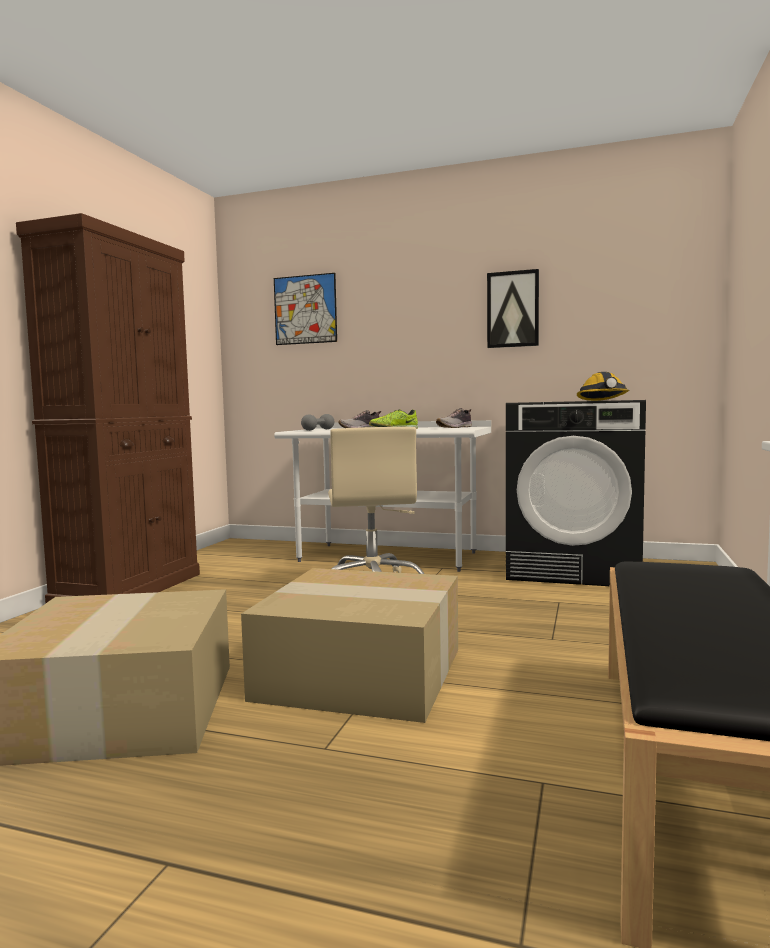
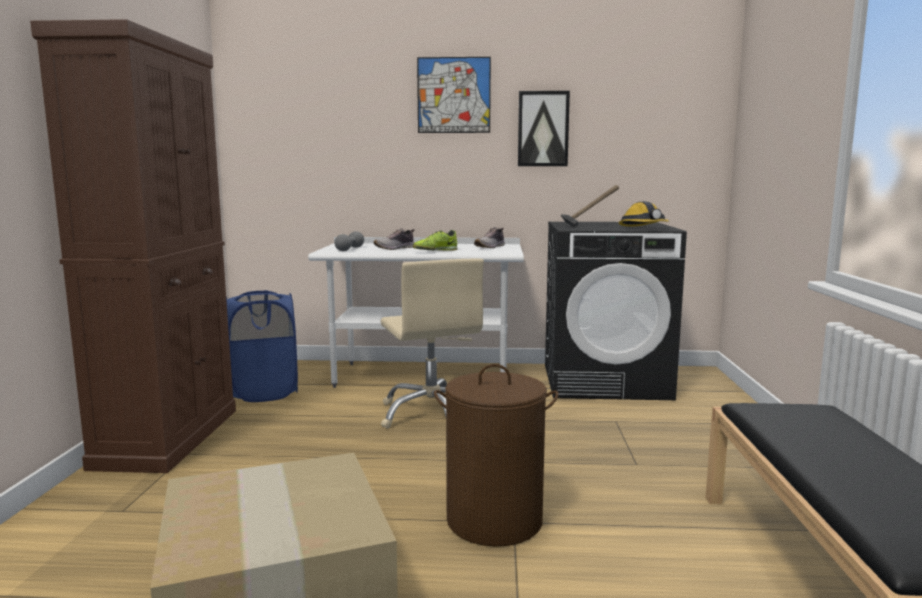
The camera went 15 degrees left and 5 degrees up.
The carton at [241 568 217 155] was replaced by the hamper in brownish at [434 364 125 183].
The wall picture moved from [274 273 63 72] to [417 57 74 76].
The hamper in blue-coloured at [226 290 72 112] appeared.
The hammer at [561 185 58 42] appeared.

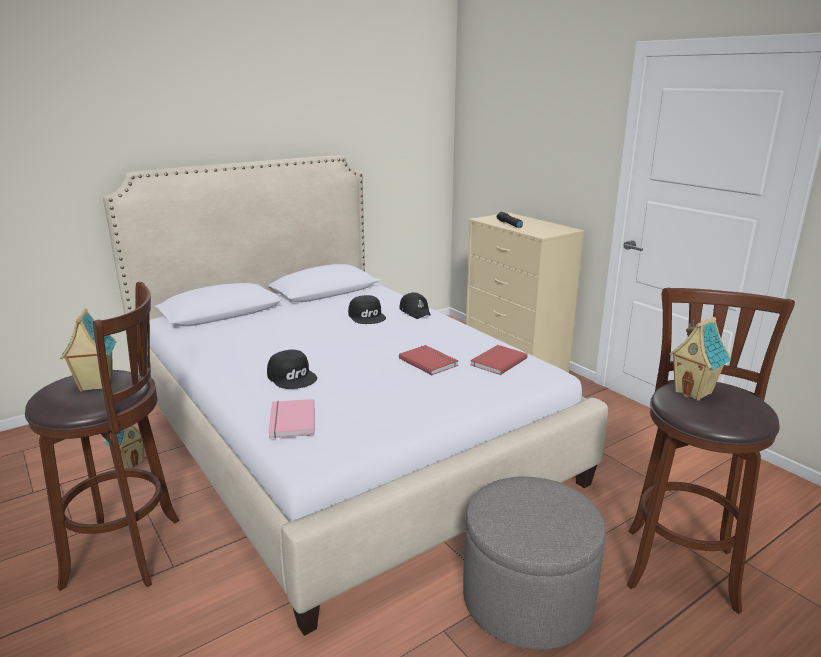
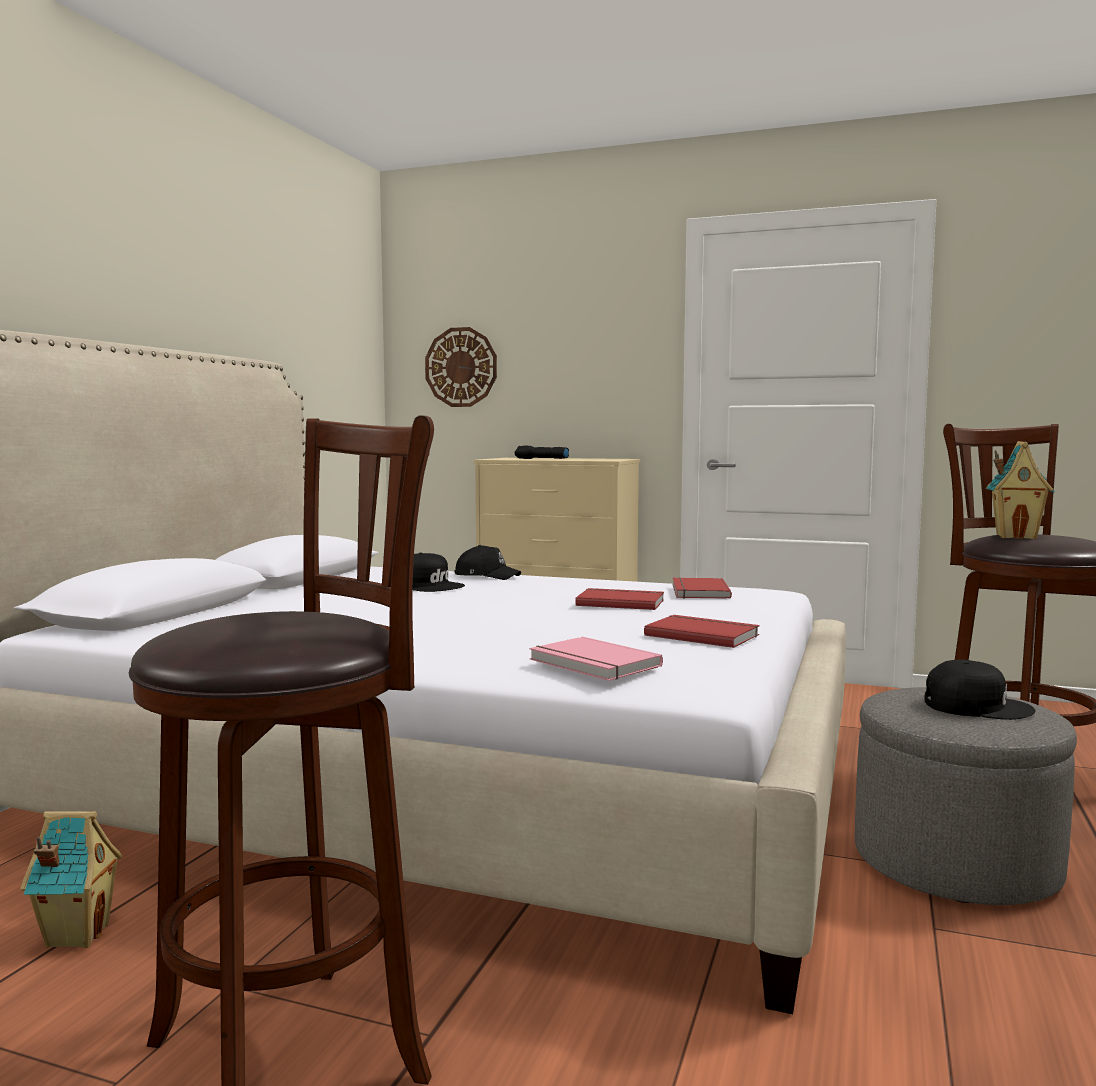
The camera went 35 degrees left and 15 degrees down.
The toy house at [60 309 56 83] disappeared.
The baseball cap in blackish moved from [267 350 50 39] to [924 660 112 60].
The wall clock at [425 327 72 80] appeared.
The volume in red-coloured at [644 615 116 33] appeared.

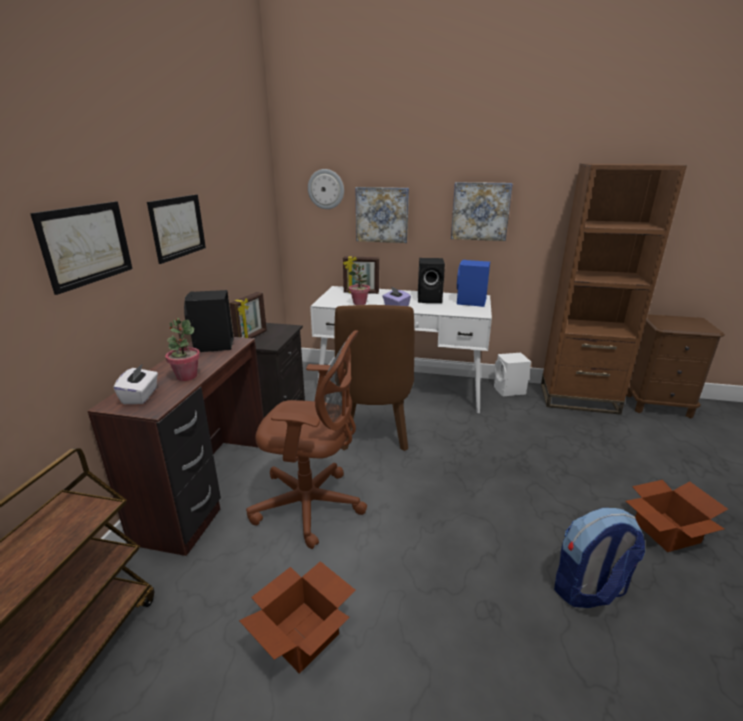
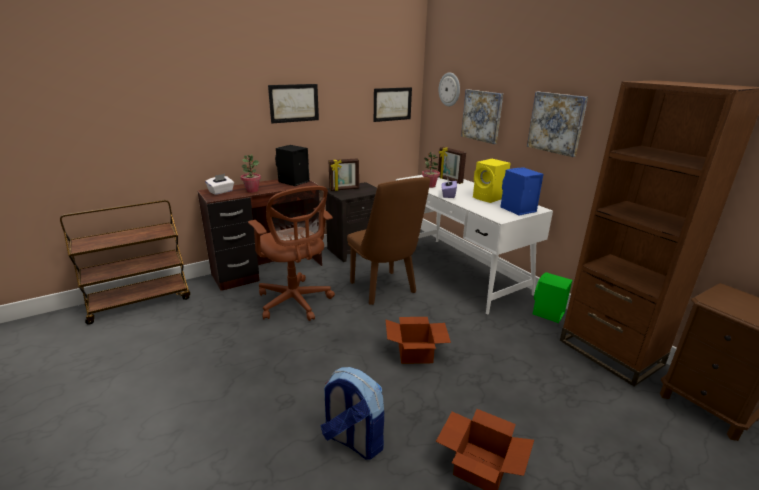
The camera went 45 degrees right and 0 degrees up.
The wall picture moved from [30 201 103 94] to [374 87 38 35].
The carton moved from [239 561 117 112] to [385 317 66 47].
The plain chair in brownish at [335 305 79 146] turned 75 degrees counterclockwise.
The audio speaker in blackish at [418 258 27 45] became the audio speaker in yellow-coloured at [473 159 37 44].
The audio speaker in white-coloured at [494 353 37 43] became the audio speaker in greenish at [533 272 39 51].

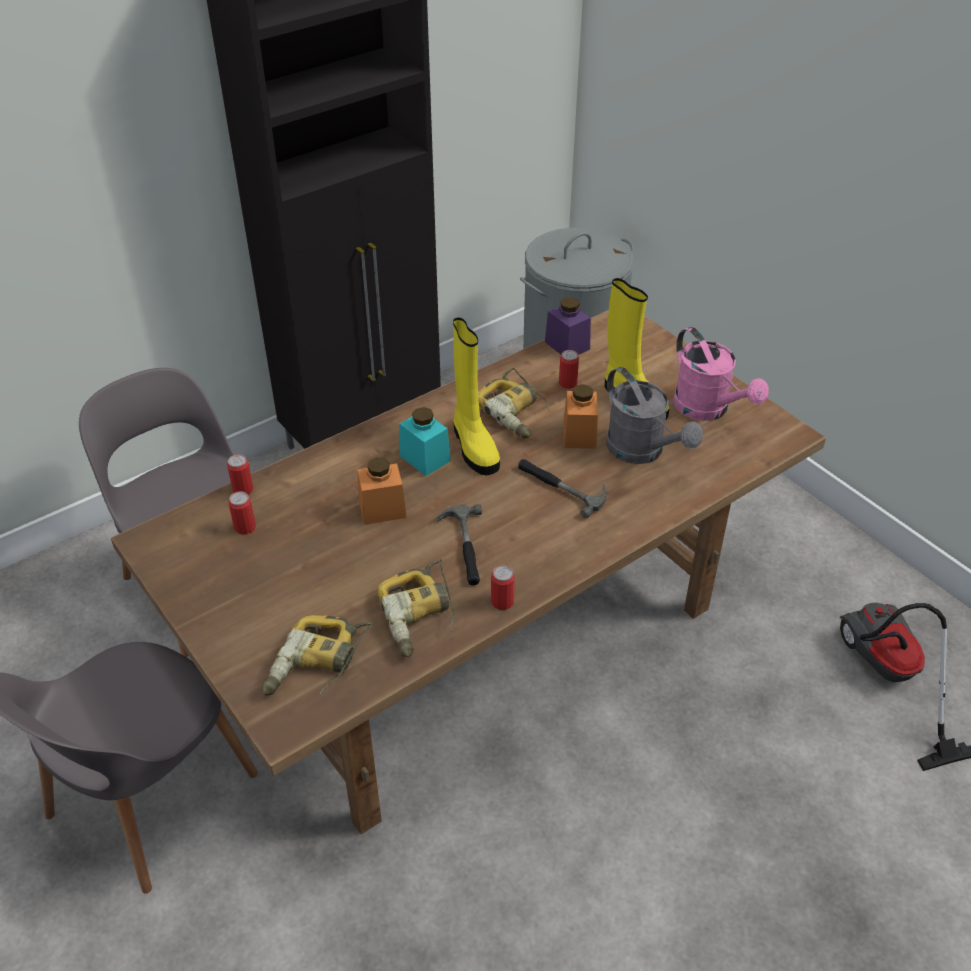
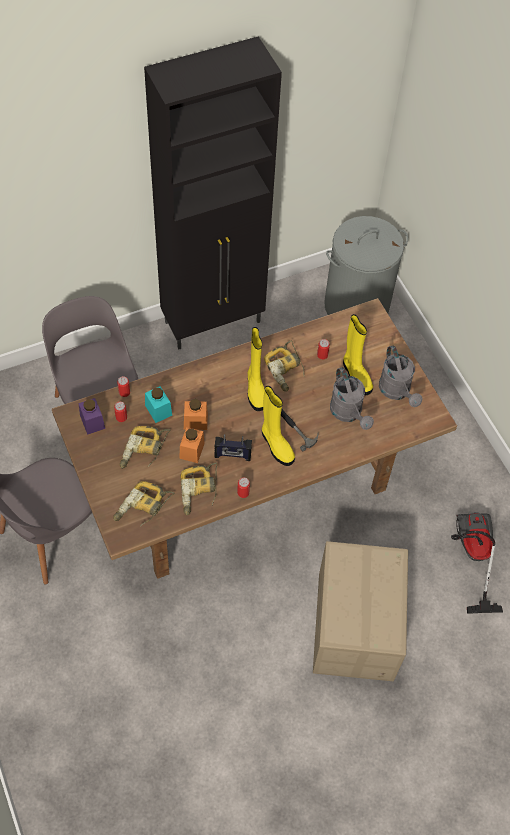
The camera went 10 degrees right and 15 degrees up.
The preserve jar in blue-green moved from [399 407 52 69] to [145 386 27 37].
The hammer at [437 504 45 82] was replaced by the radio set at [214 435 38 26].
The preserve jar in purple moved from [545 297 46 58] to [78 398 27 37].
The preserve jar in orangey moved from [564 384 34 65] to [179 427 26 36].
The watering pot in pink at [673 327 96 94] became the watering pot in greyish at [379 345 44 62].
The electric drill at [120 426 50 42] appeared.
The tall boot in yellow-coloured at [262 386 33 80] appeared.
The carton at [313 541 95 140] appeared.

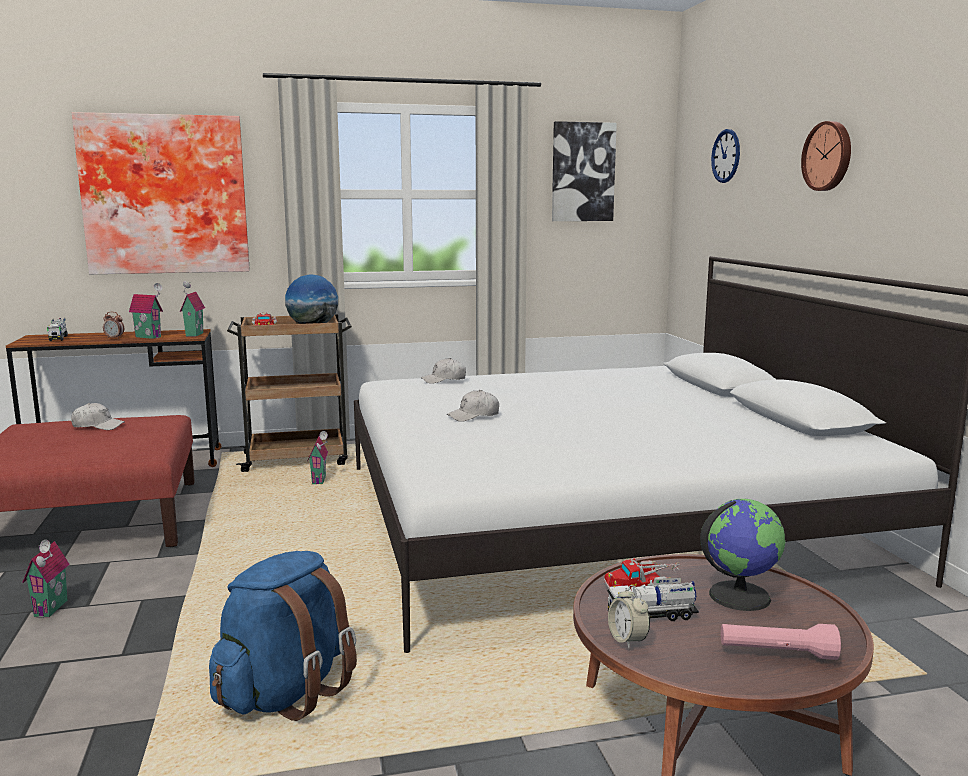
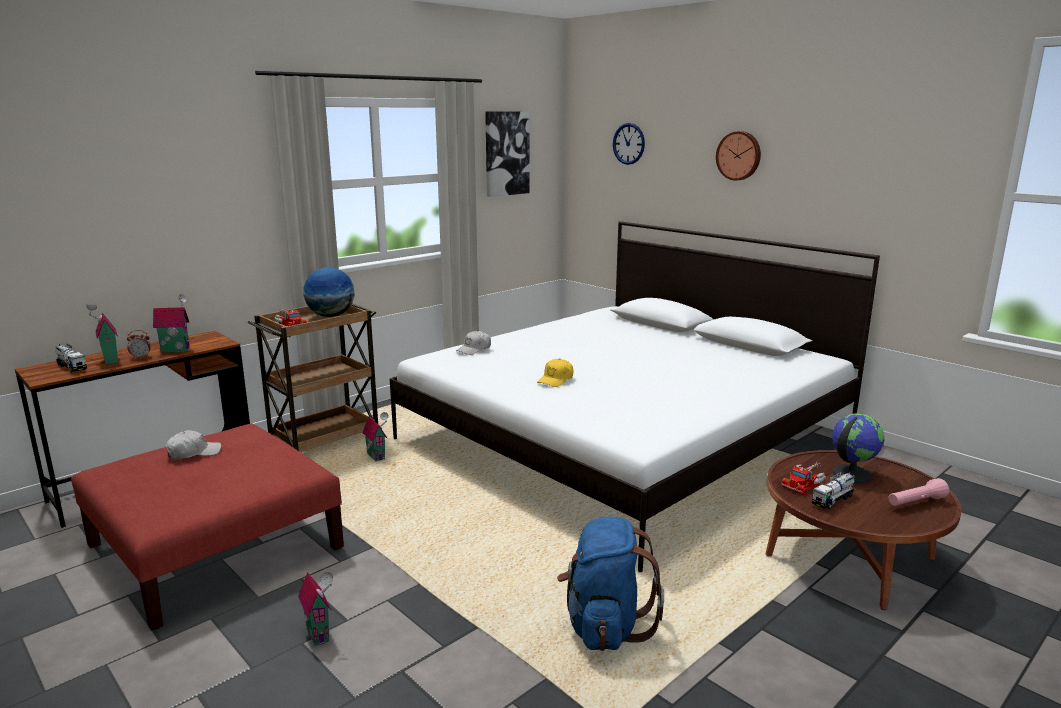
The camera went 30 degrees left and 5 degrees up.
The wall picture at [72 112 178 162] disappeared.
The toy house moved from [180 281 25 56] to [86 303 32 62].
The baseball cap in white-coloured at [447 390 52 32] became the baseball cap in yellow-coloured at [537 358 36 29].
The bedside clock at [608 585 42 63] disappeared.

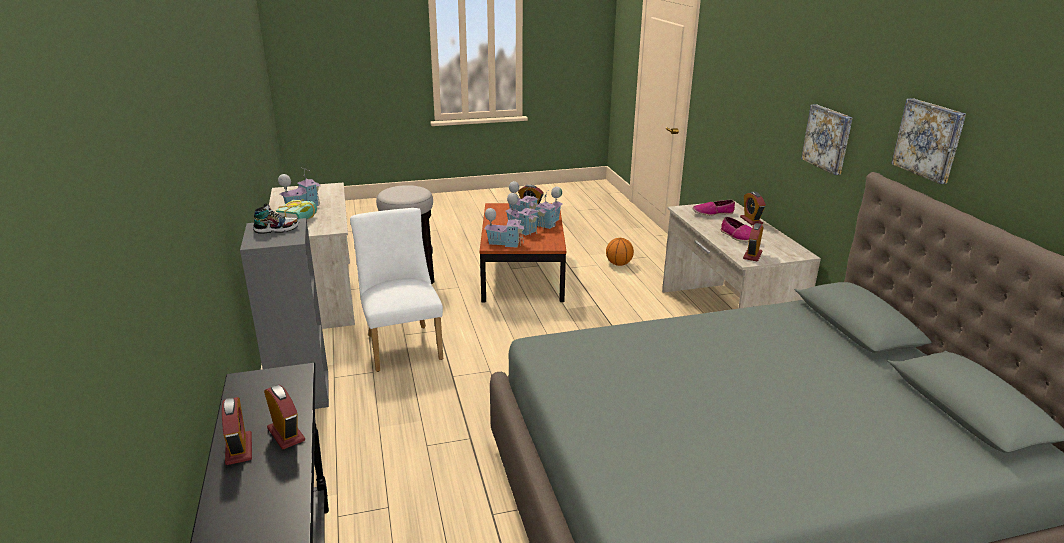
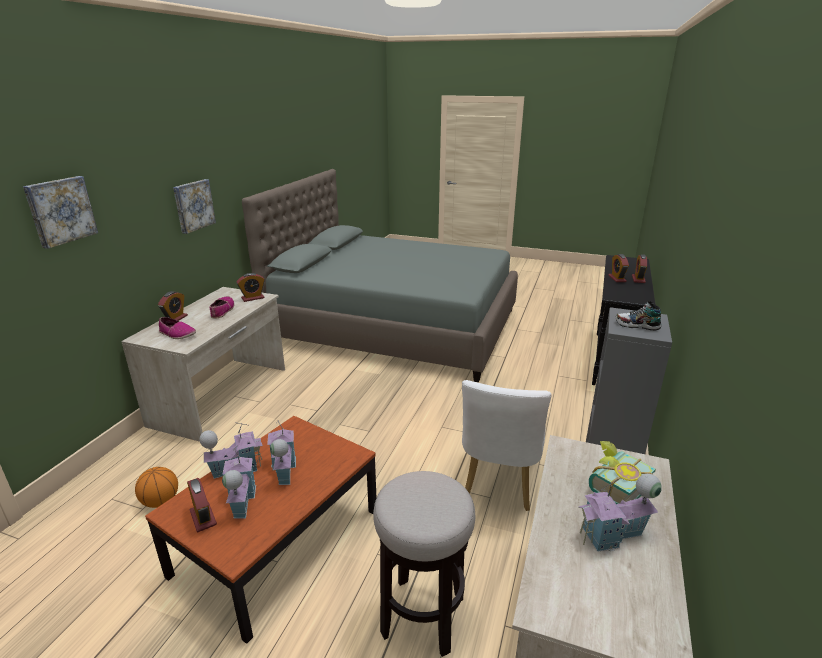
The camera went 145 degrees left and 0 degrees up.
The toy house at [484 208 40 39] disappeared.
The wall picture moved from [891 98 75 86] to [23 176 75 73].

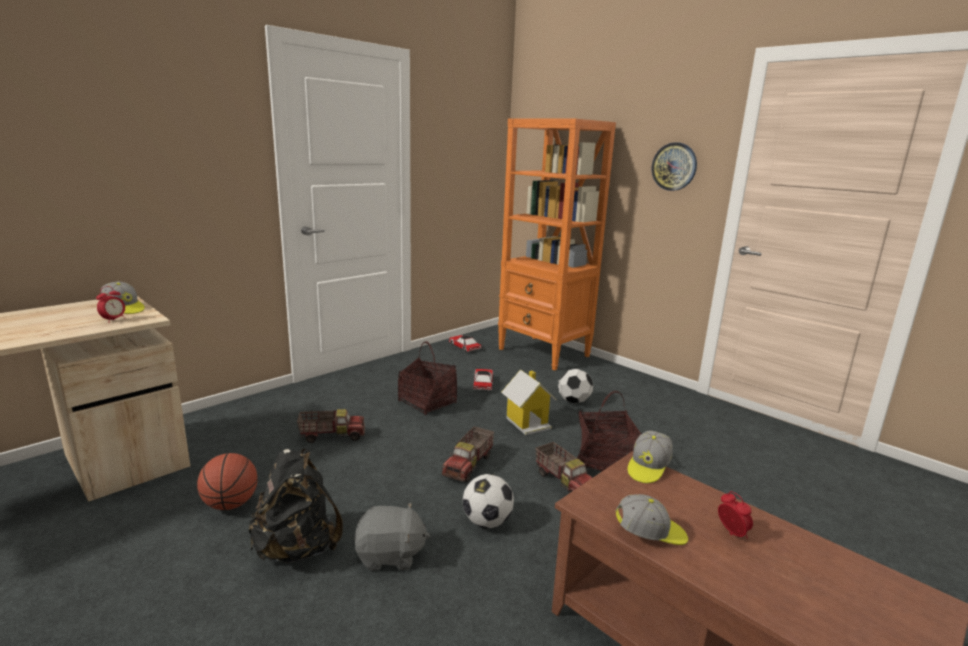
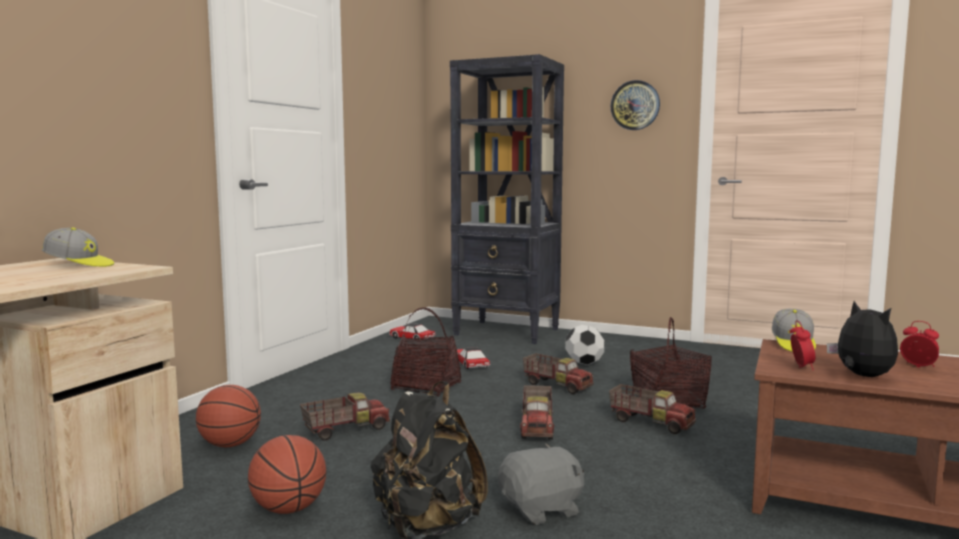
The camera went 20 degrees left and 10 degrees down.
The bedside clock moved from [96 286 29 37] to [790 320 25 50].
The football ball at [463 474 51 54] disappeared.
The shelving unit in orangey at [498 118 118 253] became the shelving unit in blackish at [450 54 114 290].
The toy house at [501 369 56 66] was replaced by the toy truck at [523 353 70 41].
The baseball cap at [616 494 72 51] was replaced by the plush toy at [827 301 71 76].
The basketball ball at [196 385 65 62] appeared.

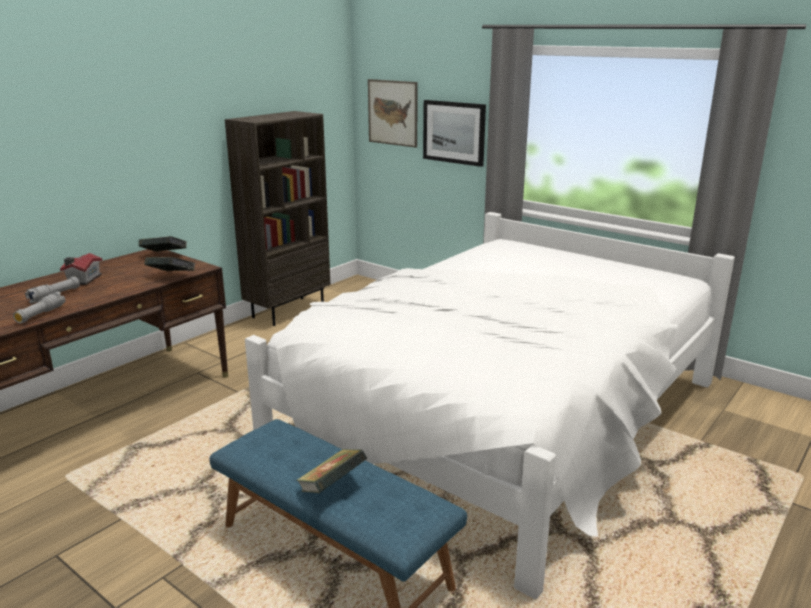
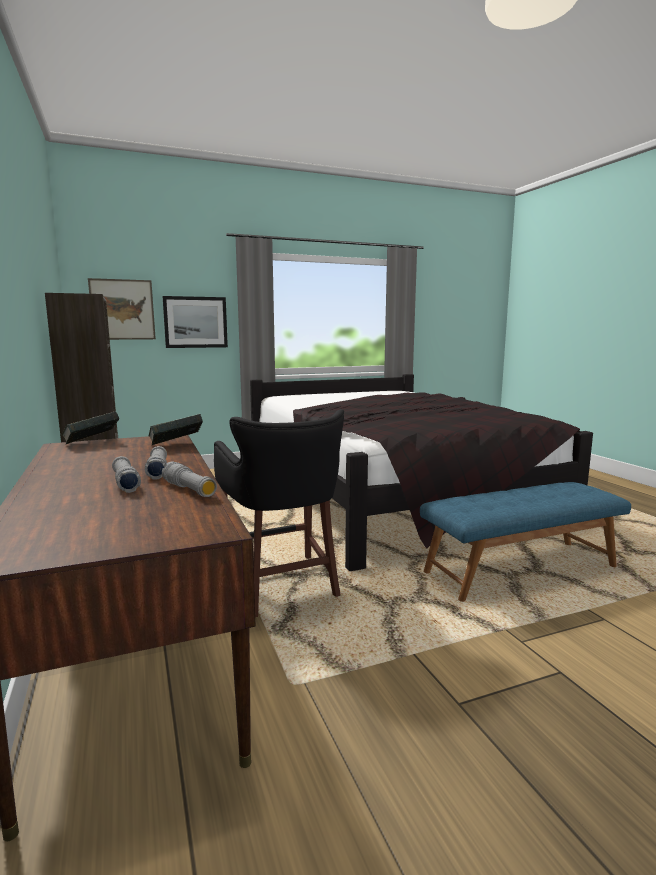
The camera went 60 degrees left and 10 degrees down.
The toy house at [60 253 43 32] disappeared.
The bedroom bed in white-coloured at [245 212 490 387] became the bedroom bed in blackish at [250 374 343 197].
The volume at [296 449 71 44] disappeared.
The hand torch in greyish at [145 446 22 34] appeared.
The stool in blackish at [214 409 130 208] appeared.

